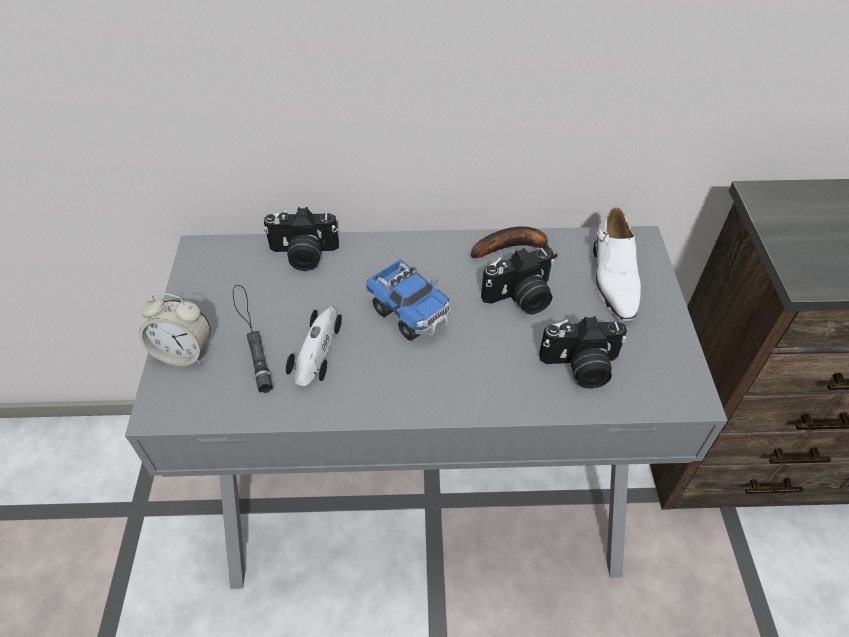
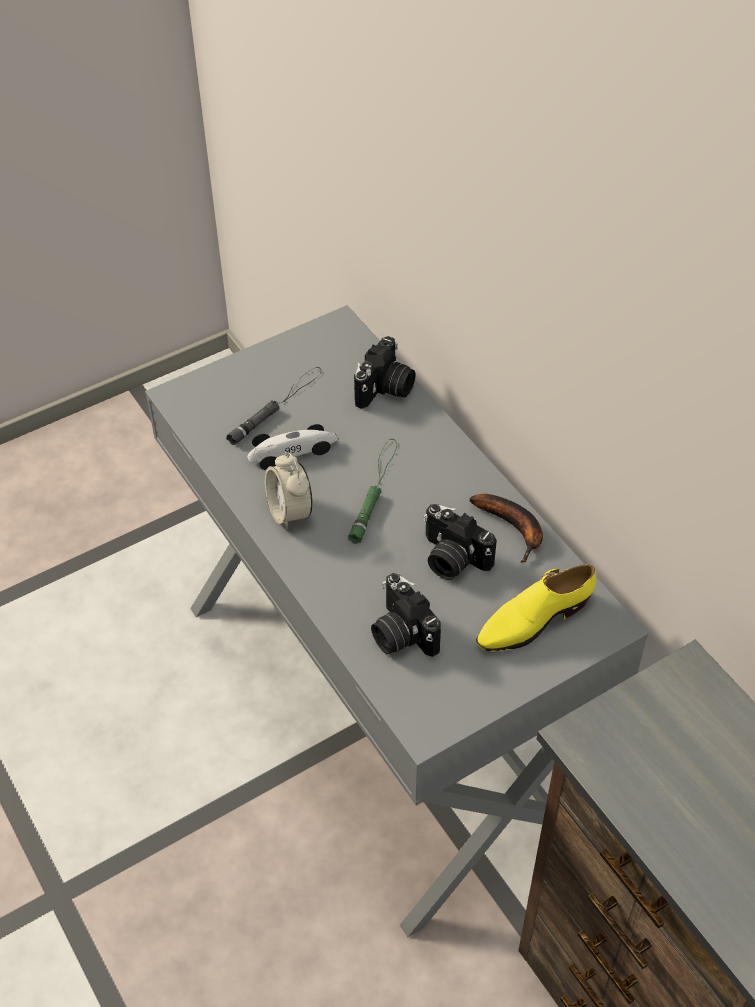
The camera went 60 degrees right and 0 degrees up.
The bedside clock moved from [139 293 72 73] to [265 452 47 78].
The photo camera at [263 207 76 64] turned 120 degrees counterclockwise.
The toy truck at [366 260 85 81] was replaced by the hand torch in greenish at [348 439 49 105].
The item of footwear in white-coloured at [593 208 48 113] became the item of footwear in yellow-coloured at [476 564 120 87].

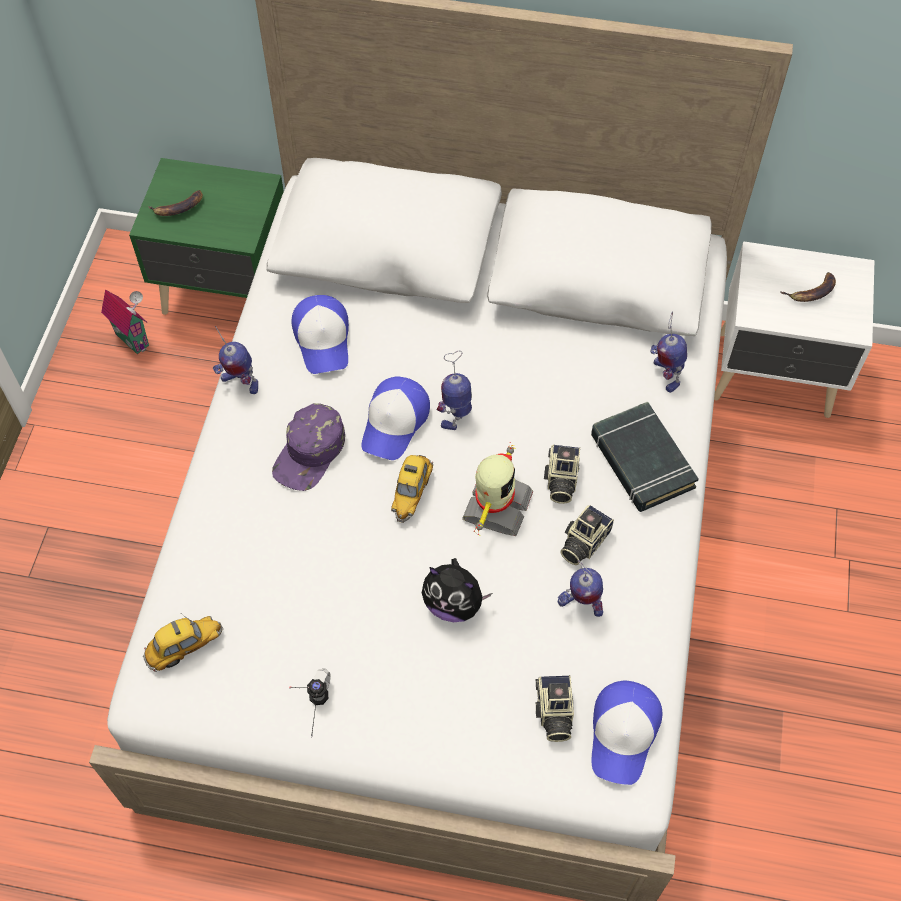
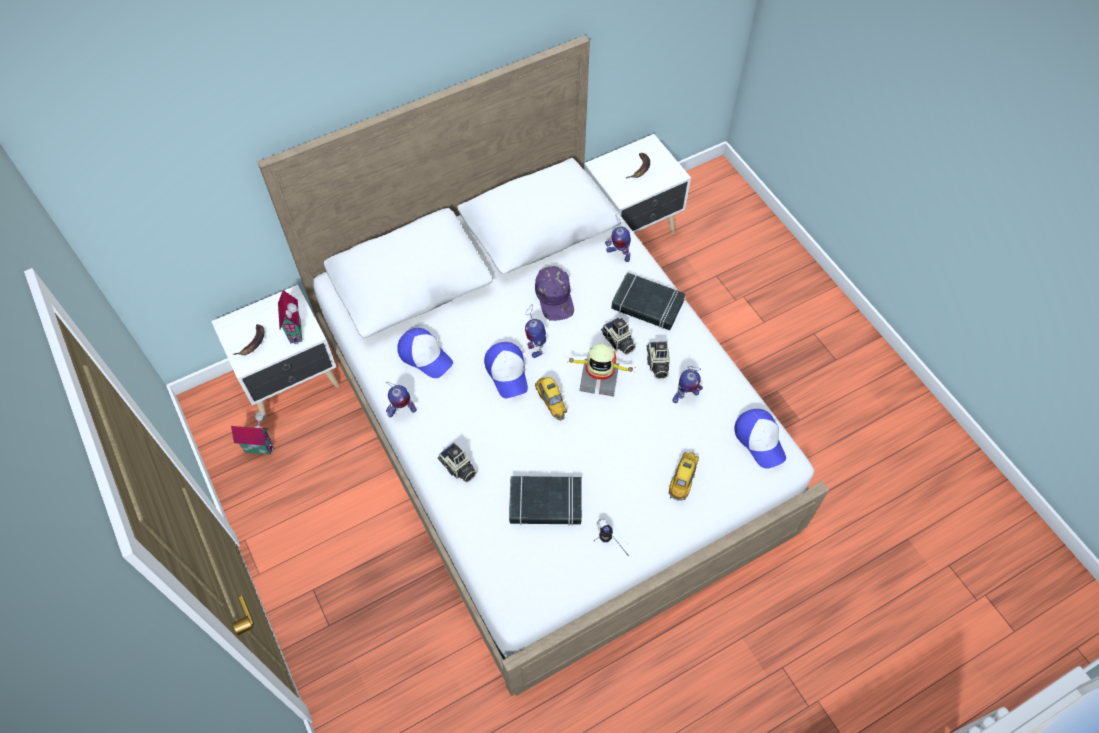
The camera went 40 degrees left and 0 degrees up.
The nightstand in greenish at [129 158 155 157] became the nightstand in white-coloured at [211 285 129 136].
The miniature car moved from [143 614 81 58] to [669 452 30 49].
The baseball cap in purple moved from [272 403 73 88] to [535 266 39 55].
The plush toy at [422 558 70 64] disappeared.
The robot figure at [462 442 71 94] turned 120 degrees clockwise.
The photo camera moved from [536 675 38 67] to [438 442 39 40].
The toy house at [278 290 24 54] appeared.
The volume in blackish at [509 476 73 50] appeared.

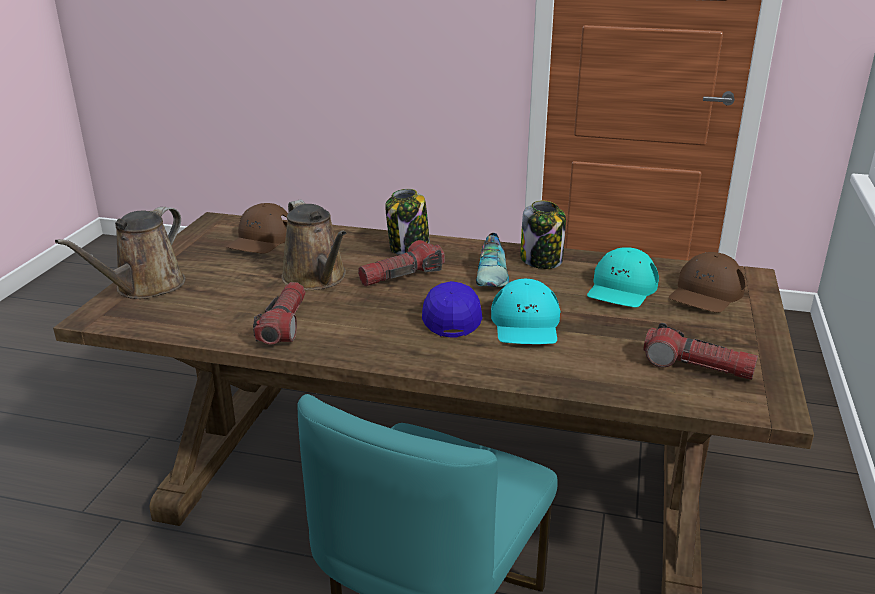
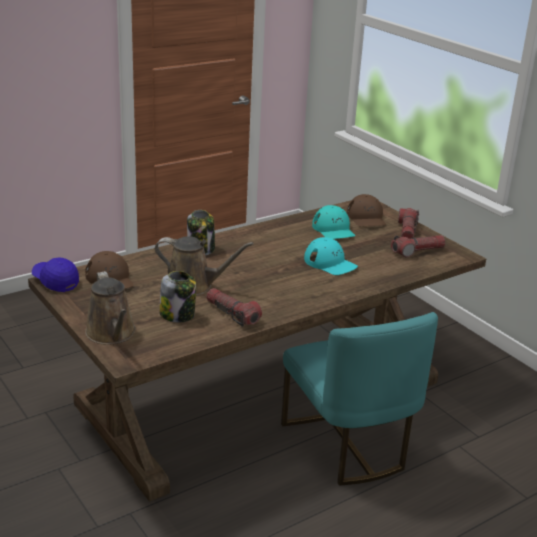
The camera went 50 degrees left and 0 degrees up.
The hand torch moved from [358 240 87 46] to [398 208 21 31].
The baseball cap in blue-coloured moved from [422 281 61 56] to [32 257 47 35].
The item of footwear at [476 233 33 54] disappeared.
The preserve jar moved from [520 201 46 68] to [159 271 37 51].

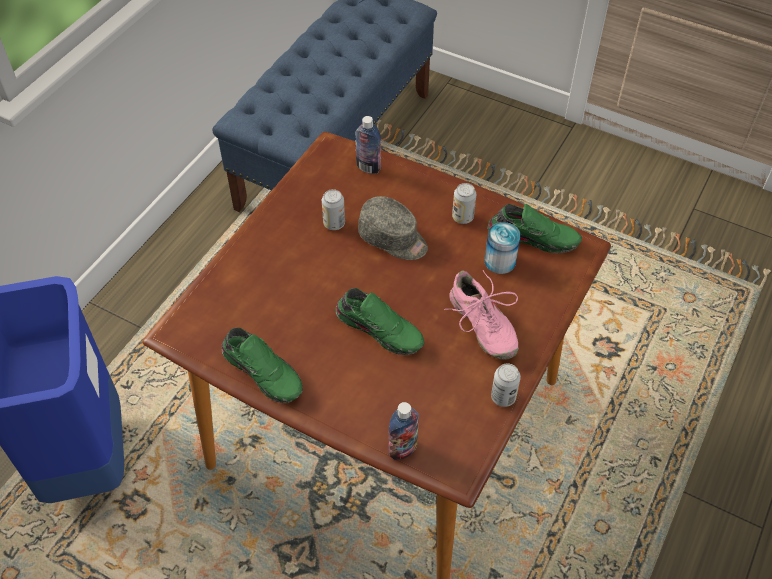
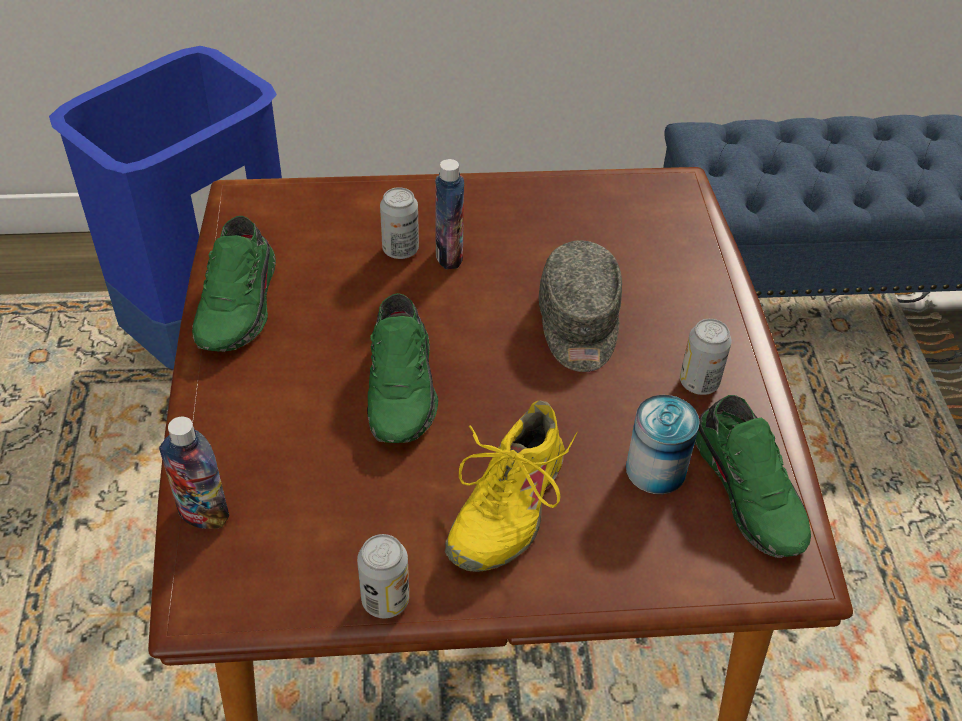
The camera went 55 degrees right and 5 degrees down.
The can moved from [322 189 23 41] to [380 187 39 72].
The bottle moved from [355 116 26 58] to [435 159 29 110].
The item of footwear in pink at [444 270 75 90] became the item of footwear in yellow-coloured at [445 400 132 172].

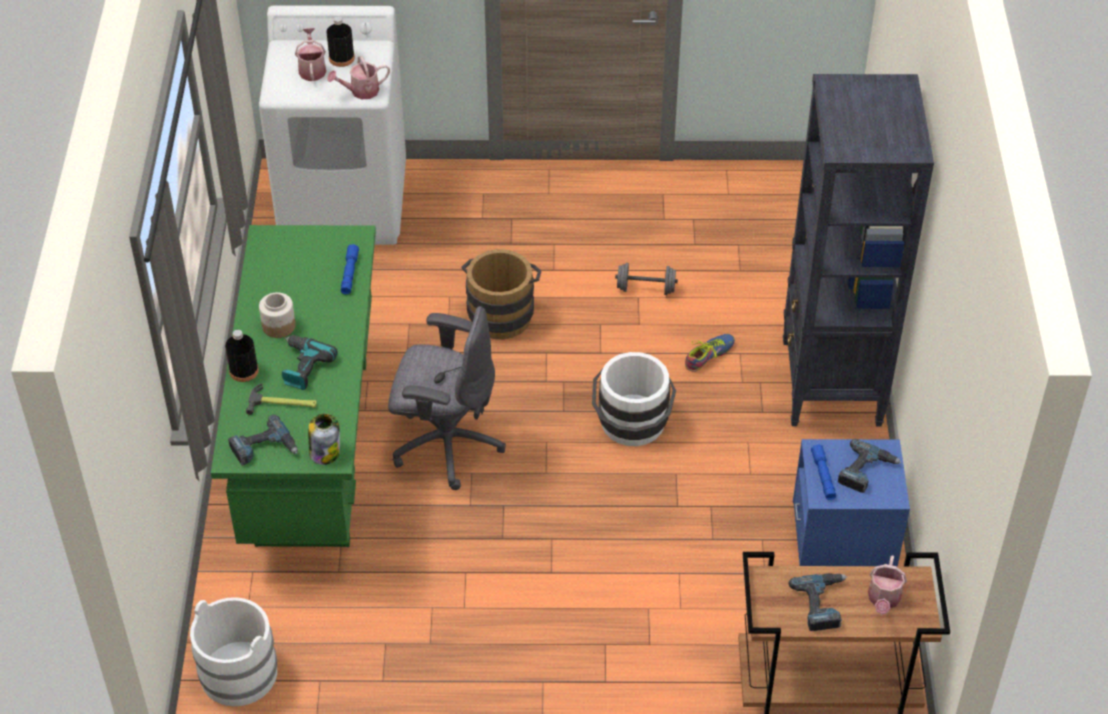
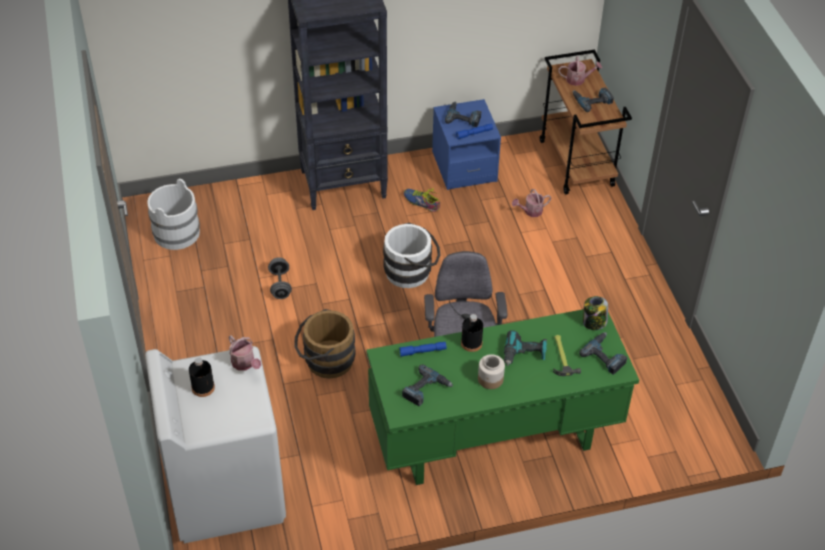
The camera went 105 degrees left and 0 degrees up.
The bucket in white-coloured moved from [190 597 87 109] to [147 179 53 71].
The bottle in blackish moved from [225 330 34 52] to [461 314 22 38].
The watering pot moved from [295 28 31 53] to [512 189 39 28].
The item of footwear moved from [685 334 50 38] to [404 188 36 24].
The electric drill at [402 365 51 41] appeared.

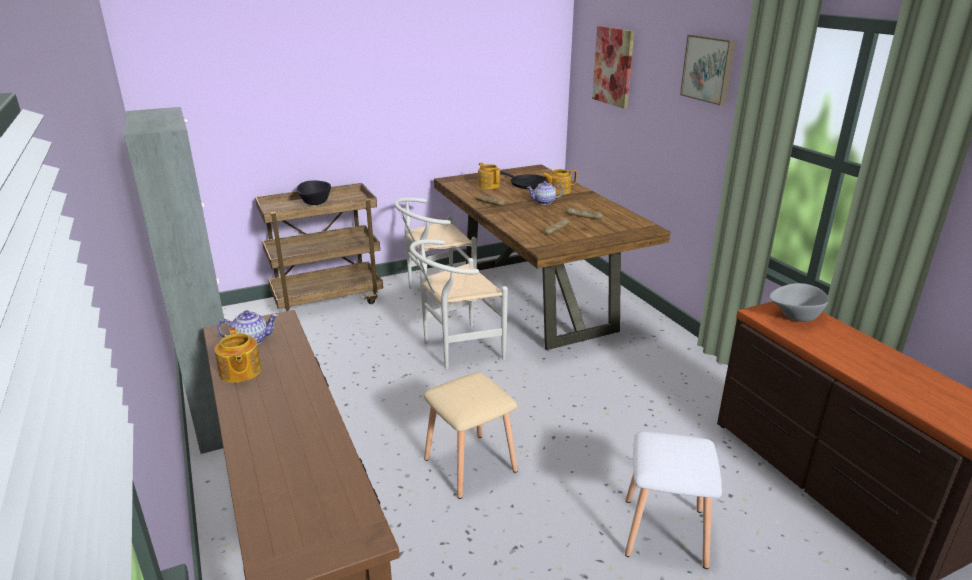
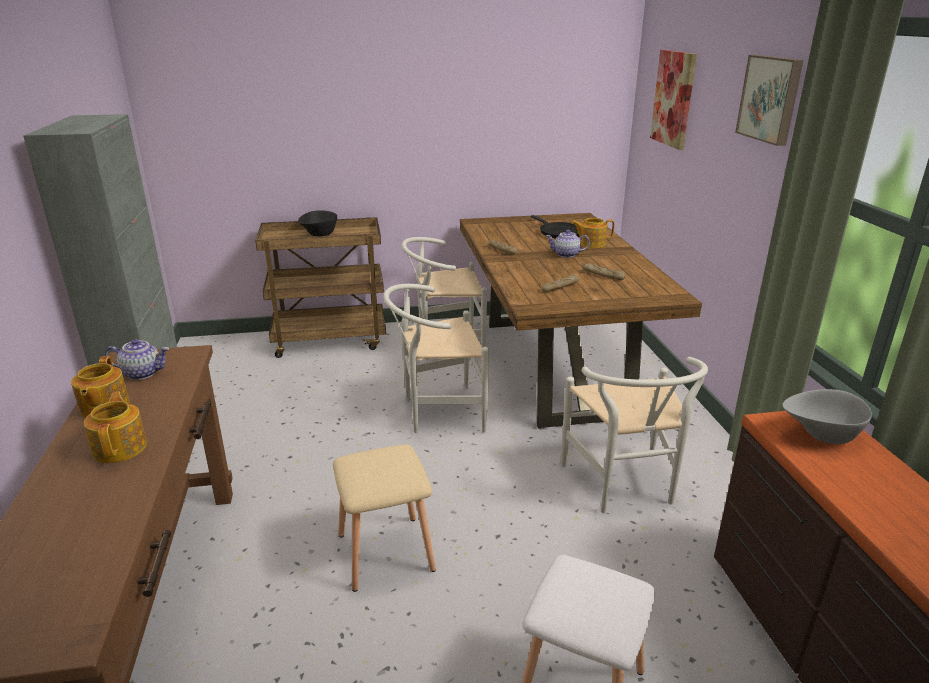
The camera went 15 degrees right and 0 degrees up.
The pot for tea moved from [478 163 22 26] to [84 392 63 71].
The plain chair in white-coloured at [561 357 147 156] appeared.

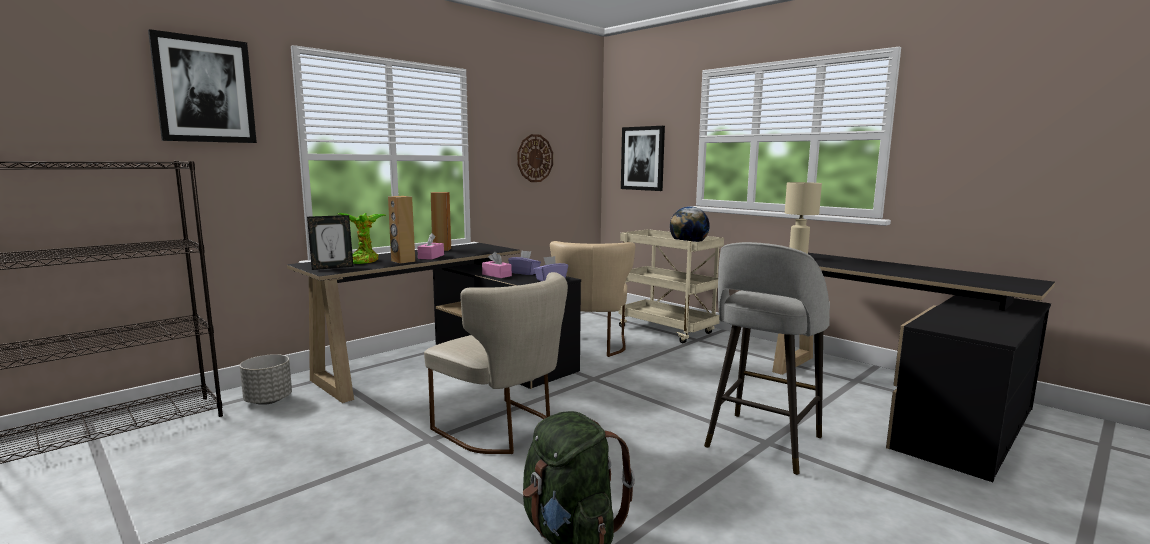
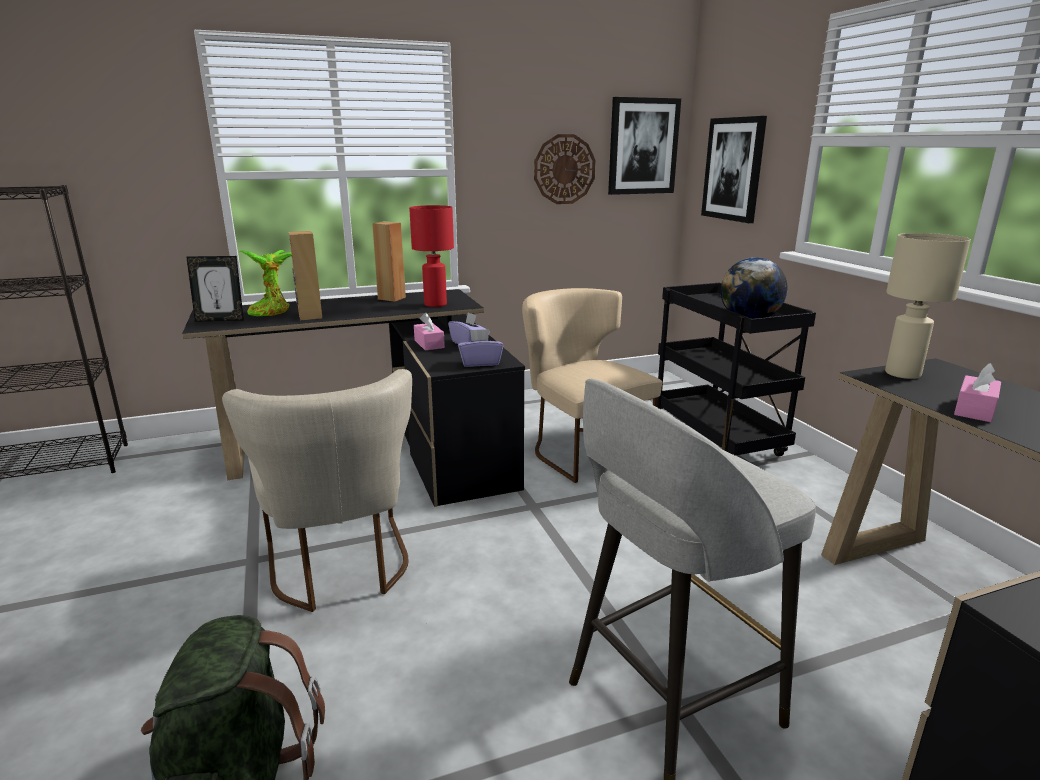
The camera went 25 degrees right and 10 degrees up.
The wall picture moved from [148 29 109 114] to [608 97 73 98].
The flower pot in greyish at [240 354 52 51] disappeared.
The box of tissues in pink moved from [417 233 27 27] to [954 363 47 59].
The plain chair in beige at [550 241 85 116] turned 120 degrees clockwise.
The trolley in beige at [618 229 106 114] became the trolley in blackish at [657 283 159 174].
The tabletop lamp in red-coloured at [409 205 45 102] appeared.

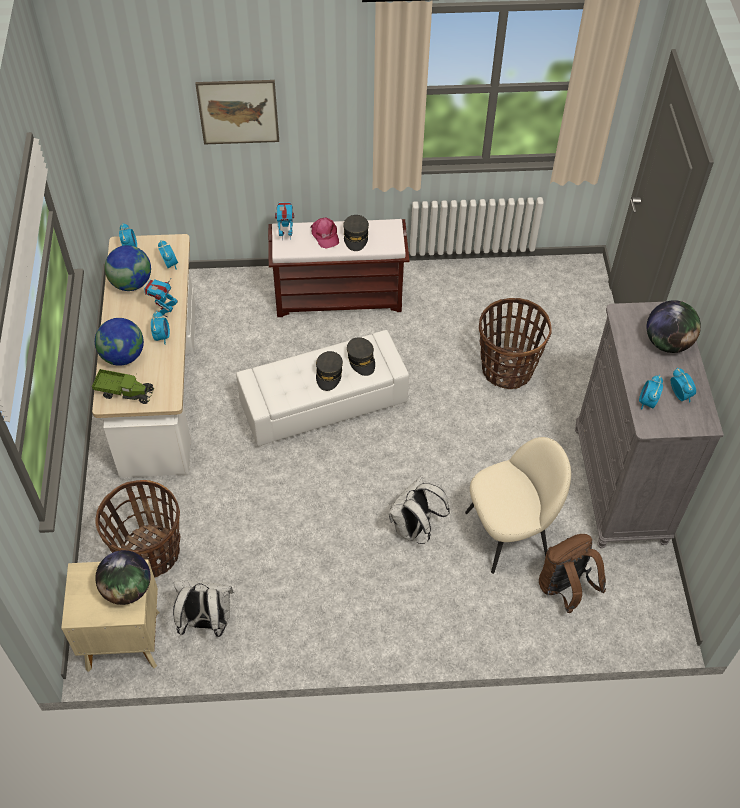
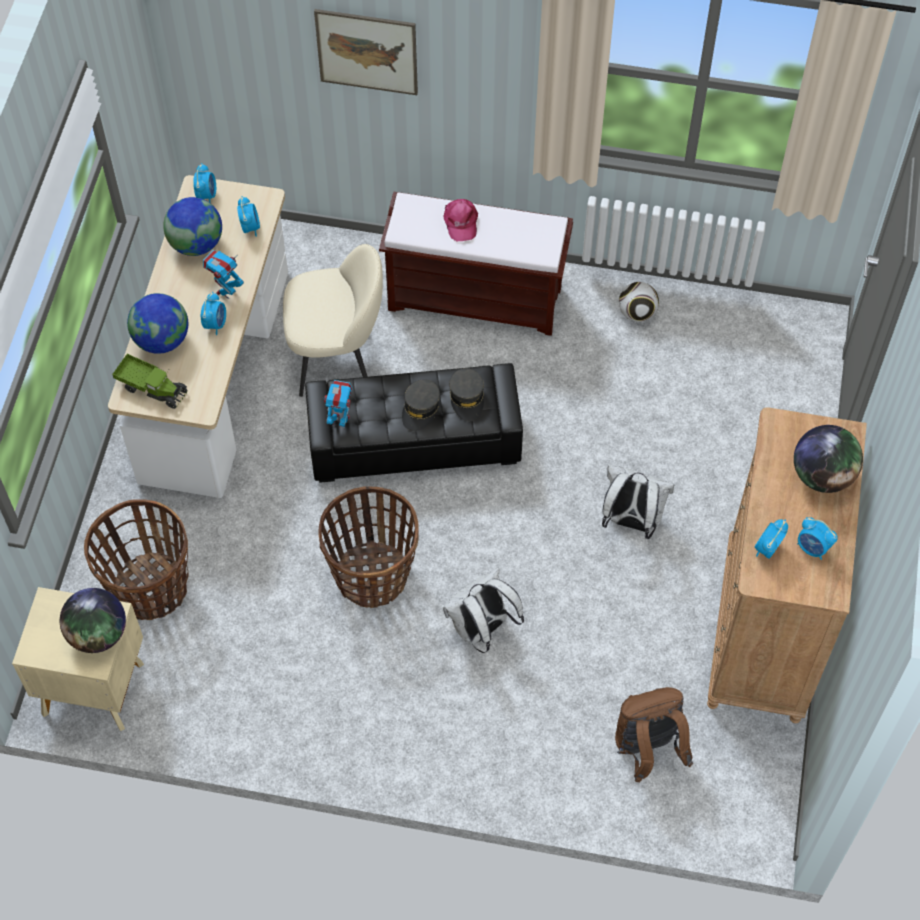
The camera went 15 degrees right and 5 degrees up.
The knapsack in white-coloured moved from [173 581 61 56] to [602 465 72 74].
The footrest in white-coloured at [236 330 173 118] became the footrest in blackish at [305 363 218 120].
The robot figure moved from [275 202 19 34] to [324 380 29 48].
The baseball cap in greyish at [343 215 26 36] disappeared.
The plain chair in beige moved from [465 437 106 137] to [283 244 100 153].
The household basket moved from [479 298 73 91] to [318 486 101 122].
The dresser in greyish at [575 301 149 247] became the dresser in brownish at [707 407 160 316].
The bedside clock at [671 368 25 35] turned 135 degrees clockwise.
The football ball at [619 282 40 40] appeared.

